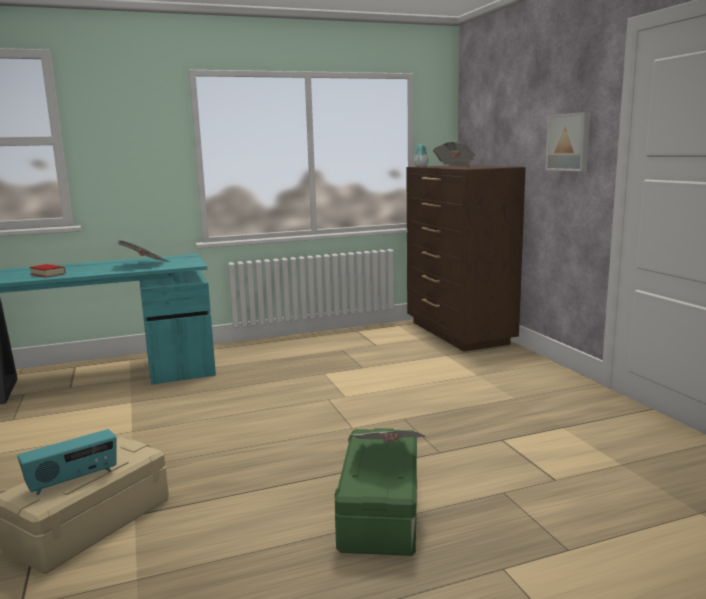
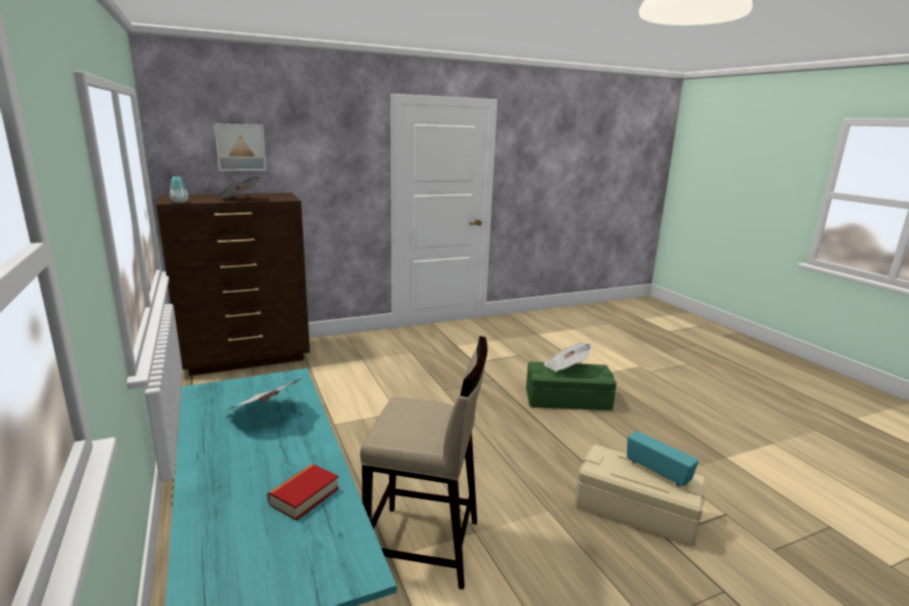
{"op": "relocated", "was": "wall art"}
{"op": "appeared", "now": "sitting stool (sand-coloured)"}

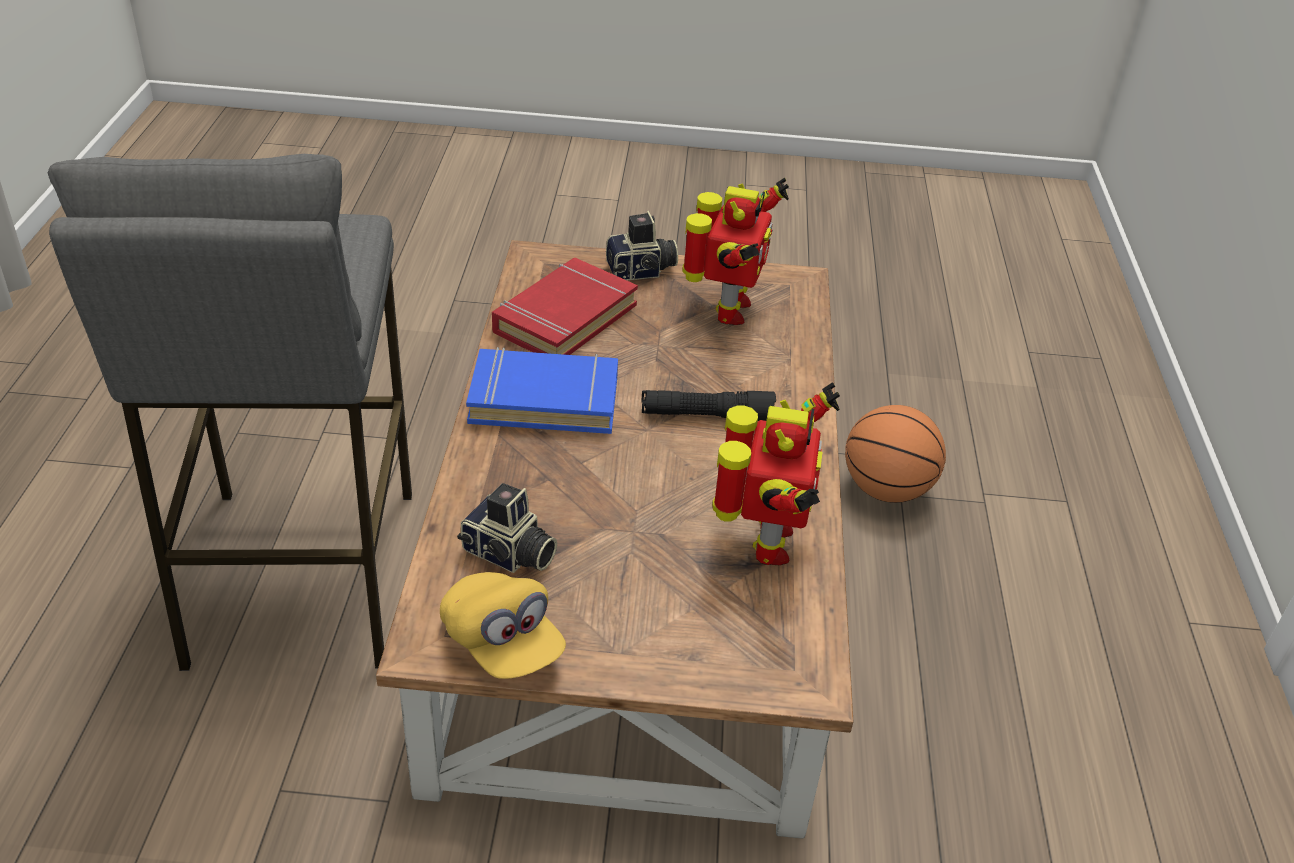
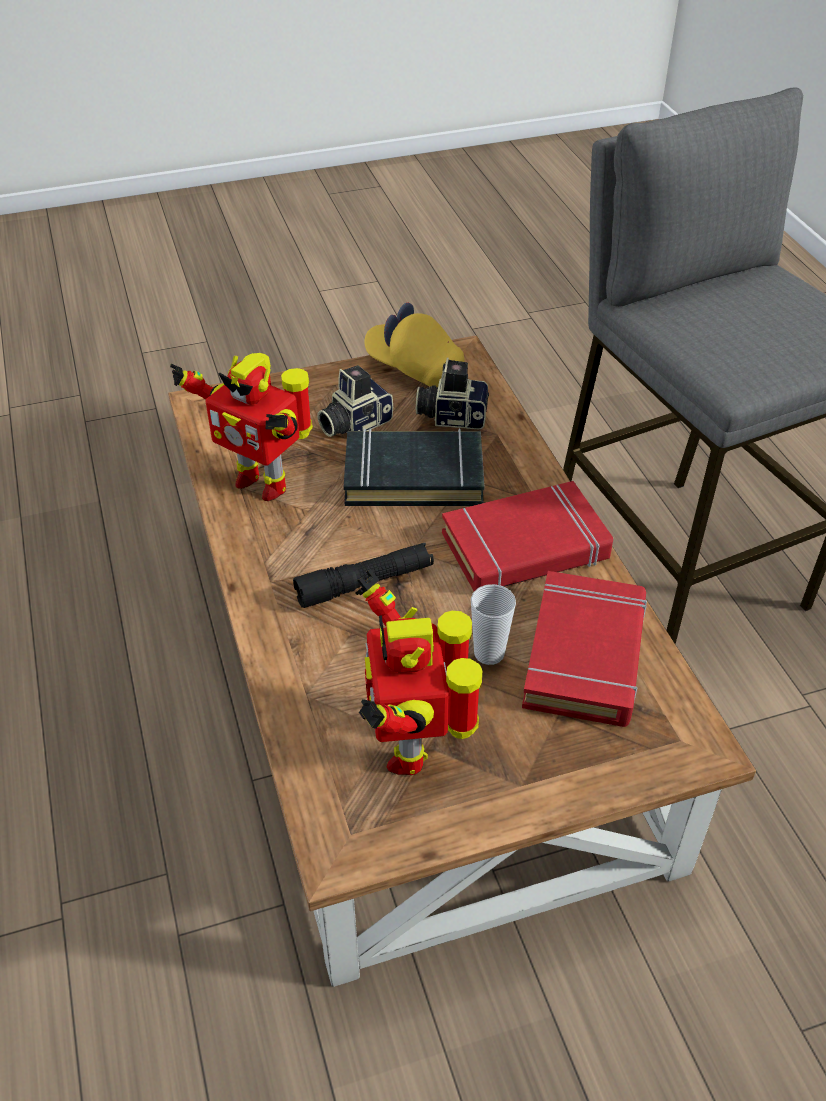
{"op": "spun", "was": "toy robot (no. 2 from left in the first image)", "clockwise": -45}
{"op": "relocated", "was": "still camera (no. 2 from left in the first image)", "now": "still camera (no. 1 from left)"}
{"op": "appeared", "now": "bound book (blackish)"}
{"op": "colour", "was": "bound book (bluish)", "now": "bound book (red-coloured) (no. 1 from left)"}
{"op": "appeared", "now": "drinking cup"}
{"op": "missing", "was": "basketball"}

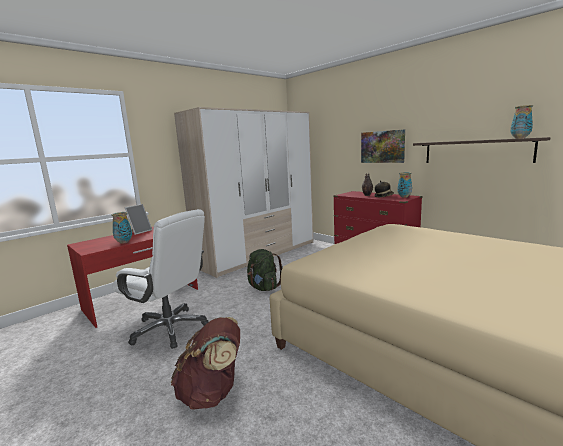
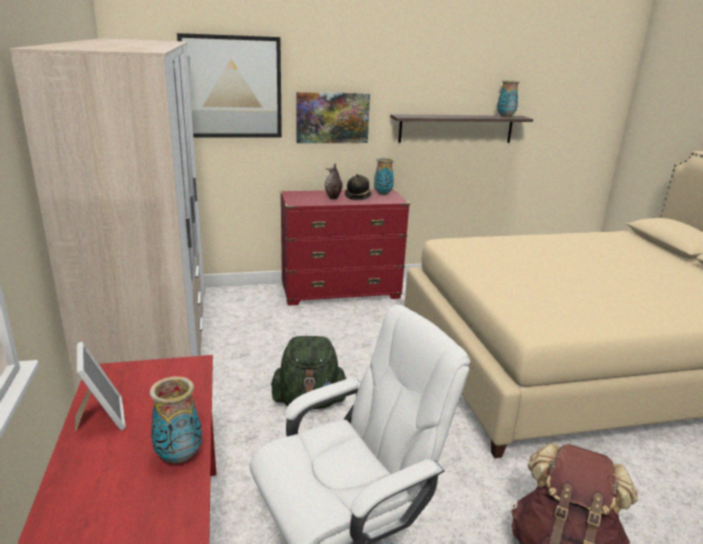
{"op": "appeared", "now": "wall art (no. 1 from left)"}

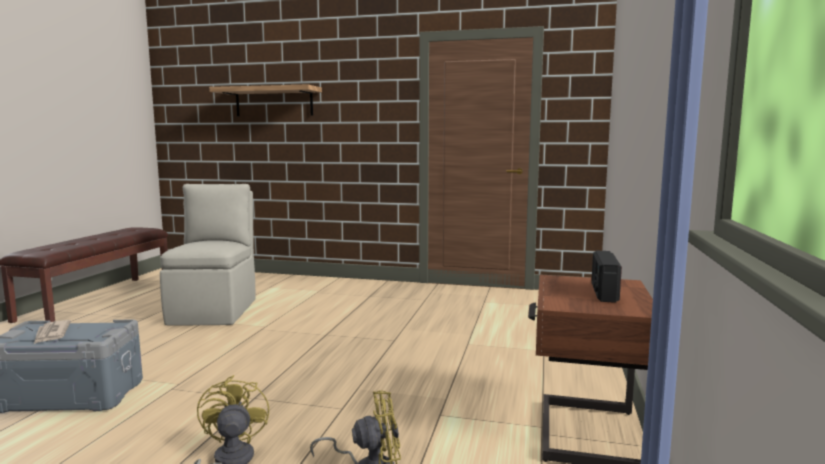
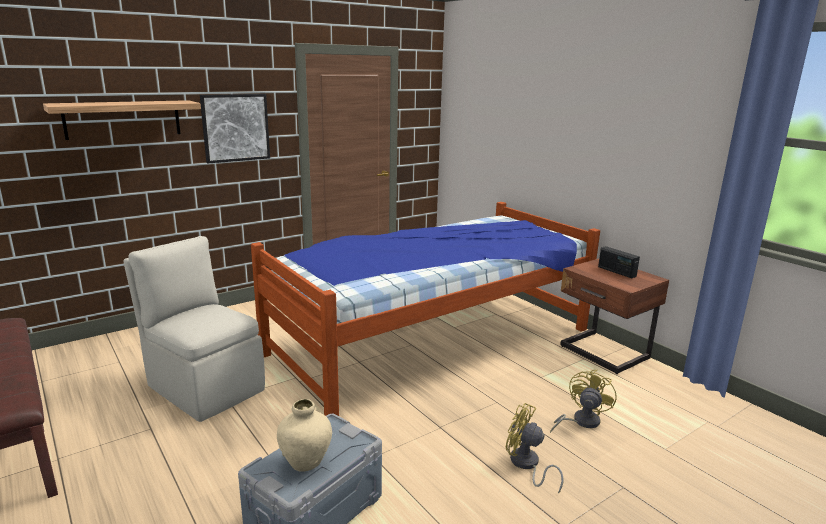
{"op": "appeared", "now": "wall art"}
{"op": "appeared", "now": "bed"}
{"op": "exchanged", "was": "newspaper", "now": "decorative vase (sand-coloured)"}

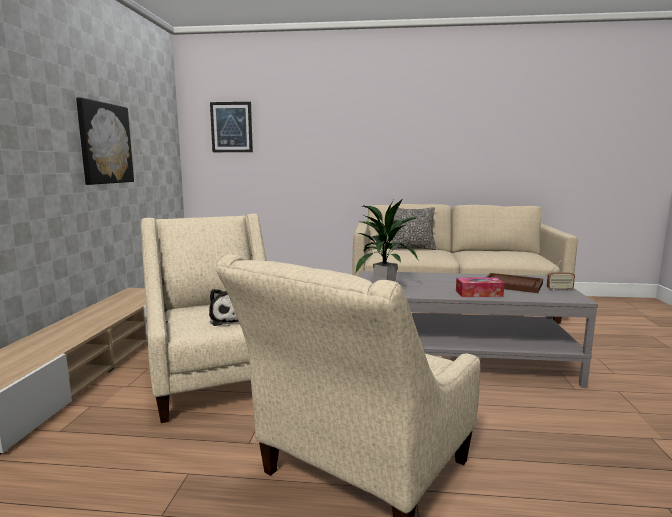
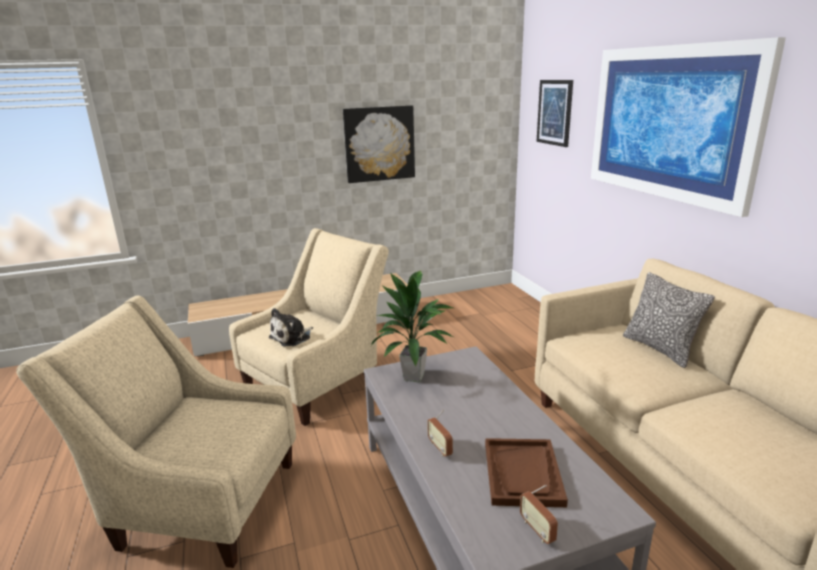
{"op": "exchanged", "was": "box of tissues", "now": "radio (no. 1 from left)"}
{"op": "appeared", "now": "wall art (no. 3 from left)"}

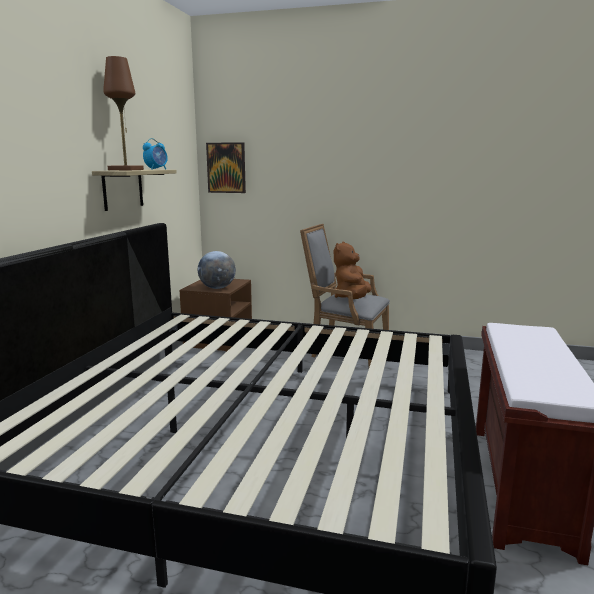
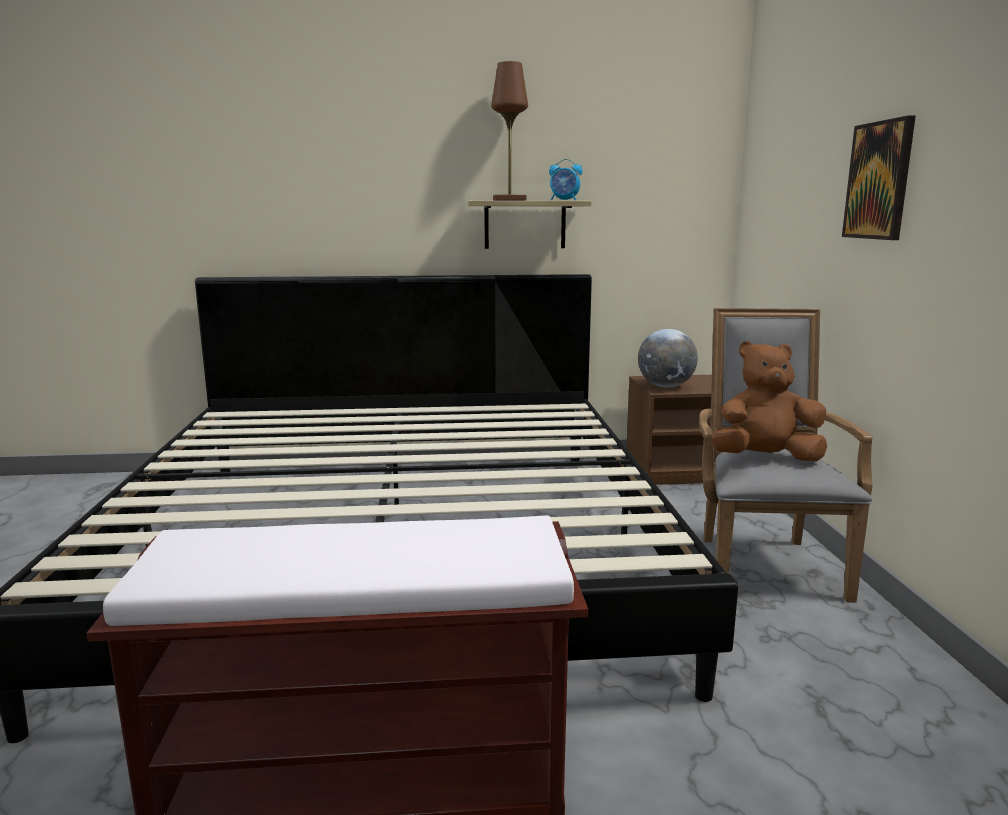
{"op": "relocated", "was": "wall art"}

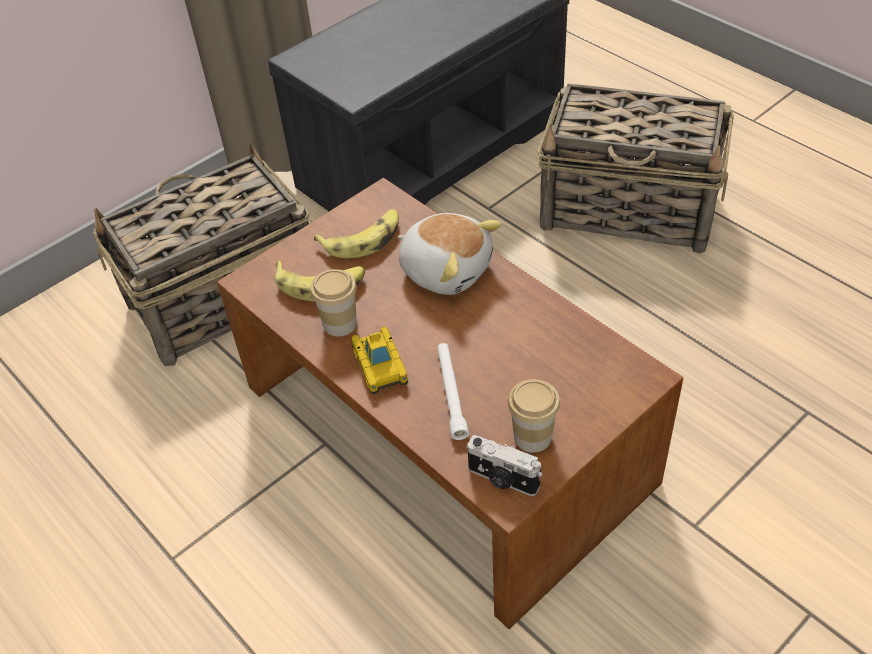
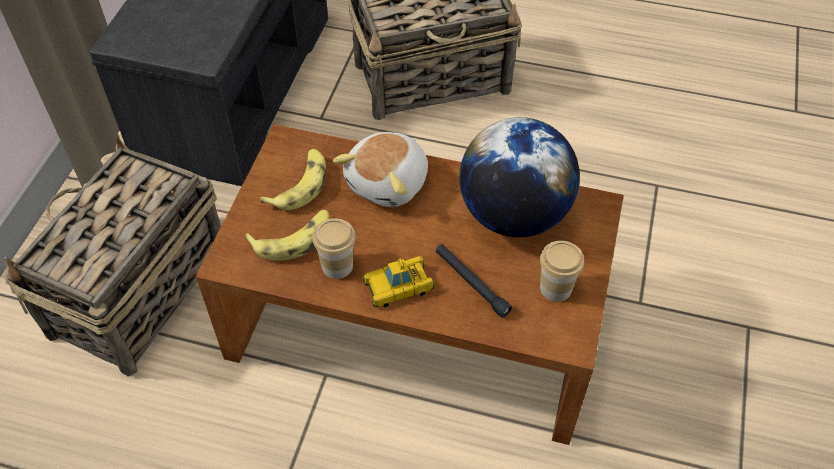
{"op": "spun", "was": "plush toy", "clockwise": 120}
{"op": "spun", "was": "miniature car", "clockwise": 120}
{"op": "colour", "was": "torch (whitish)", "now": "torch (blackish)"}
{"op": "appeared", "now": "desk globe"}
{"op": "missing", "was": "still camera"}

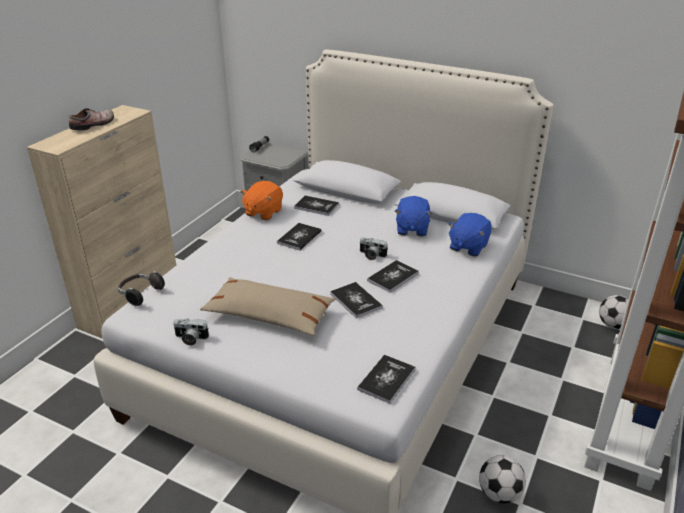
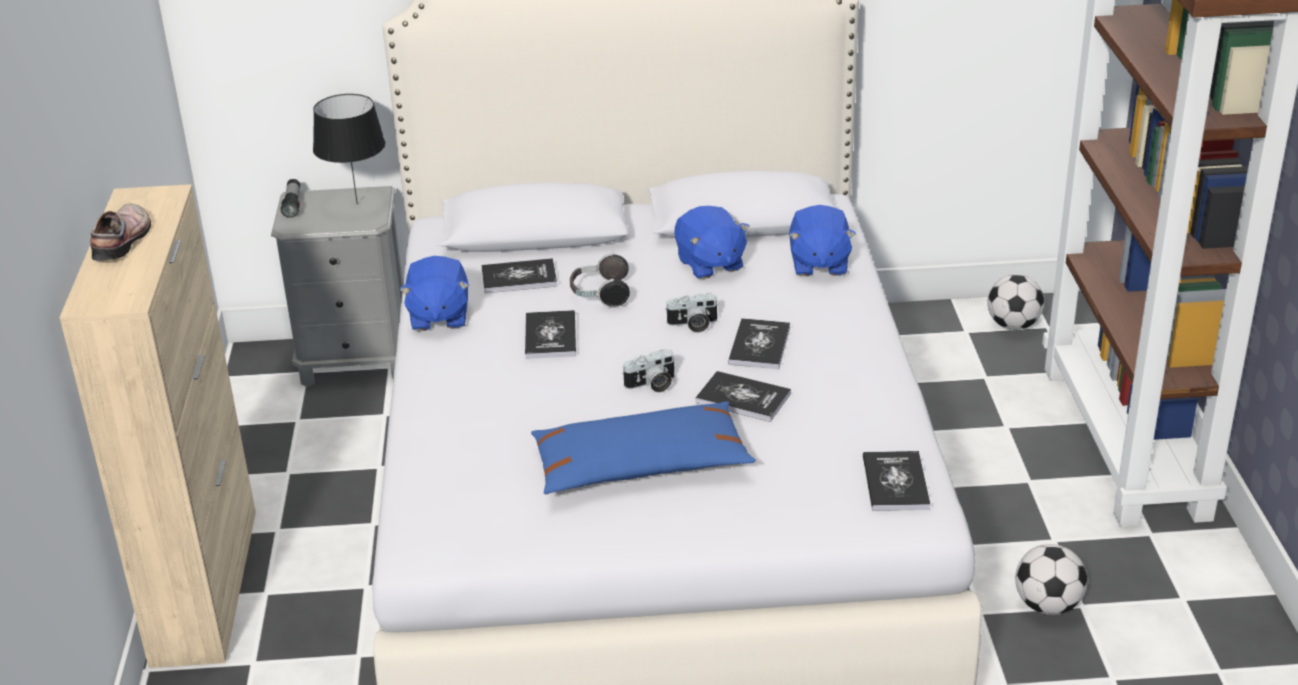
{"op": "appeared", "now": "table lamp (blackish)"}
{"op": "colour", "was": "plush toy (orange)", "now": "plush toy (bluish) (no. 1 from left)"}
{"op": "colour", "was": "throw pillow (sand-coloured)", "now": "throw pillow (bluish)"}
{"op": "relocated", "was": "pair of headphones"}
{"op": "relocated", "was": "still camera (no. 1 from left)"}

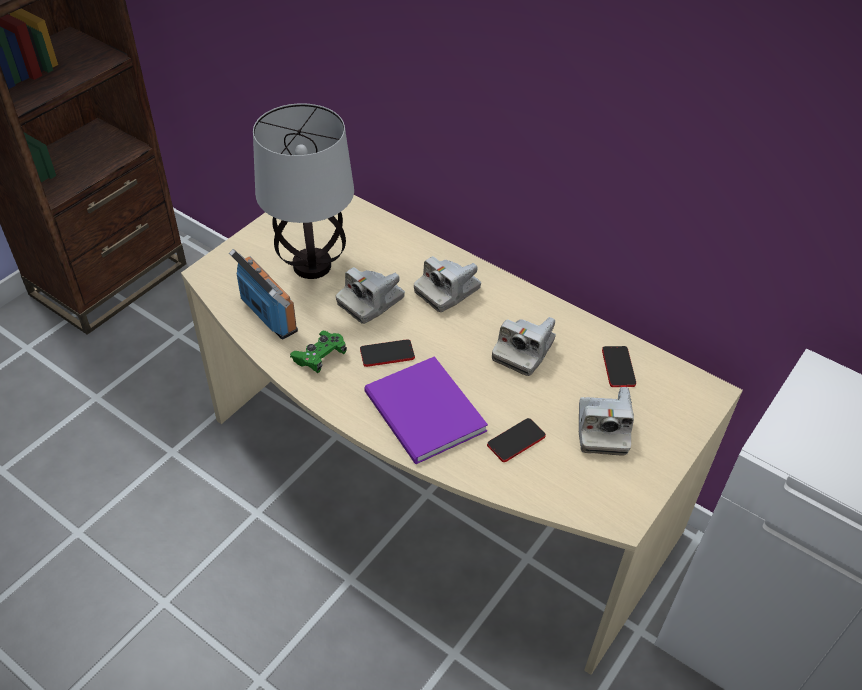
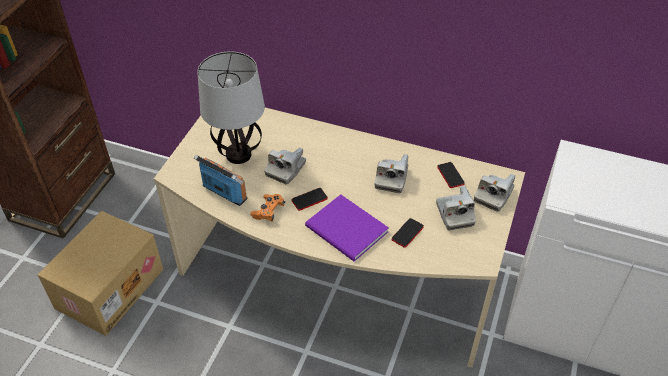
{"op": "appeared", "now": "carton"}
{"op": "colour", "was": "gamepad (green-coloured)", "now": "gamepad (orange)"}
{"op": "relocated", "was": "still camera (no. 2 from left in the first image)", "now": "still camera (no. 4 from left)"}

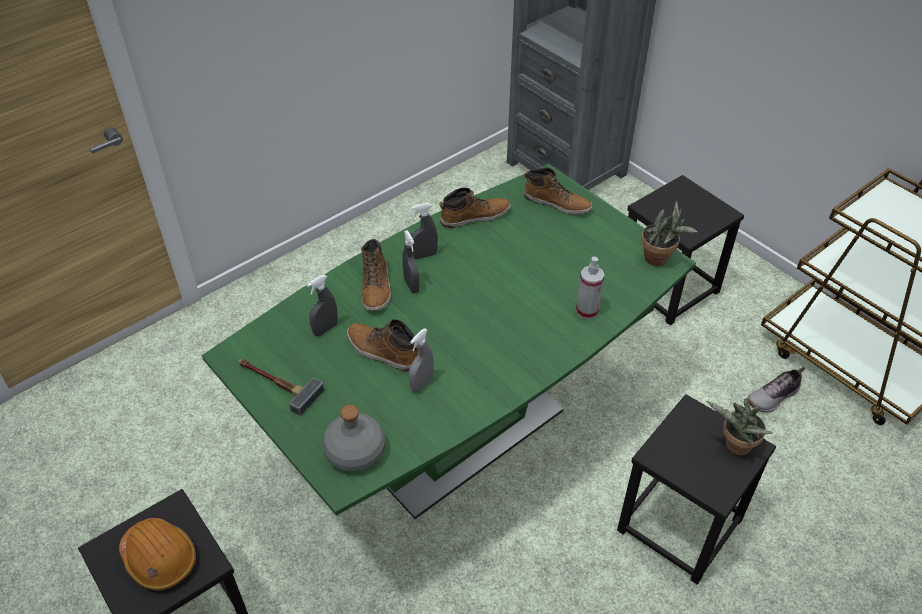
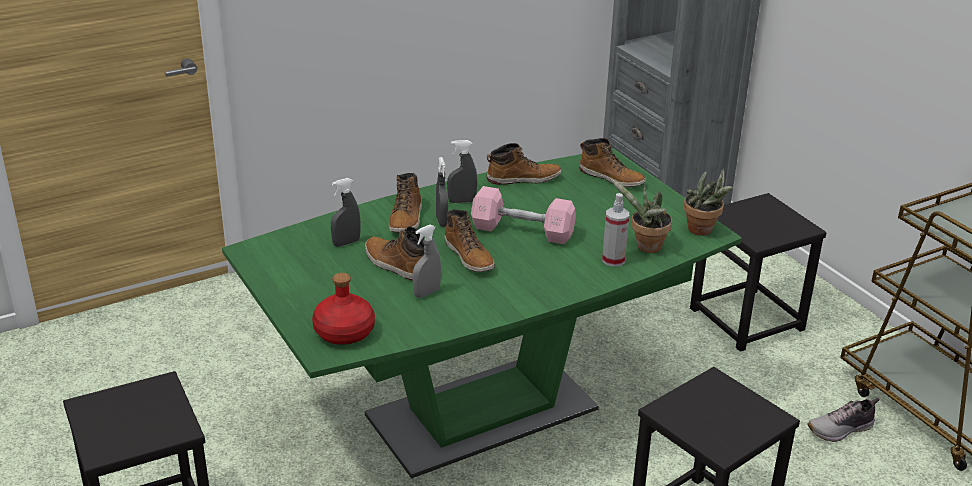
{"op": "colour", "was": "bottle (grey)", "now": "bottle (red-coloured)"}
{"op": "appeared", "now": "high-top boot (no. 3 from left)"}
{"op": "appeared", "now": "hand weight (pink)"}
{"op": "relocated", "was": "potted plant (no. 2 from left in the first image)", "now": "potted plant (no. 1 from left)"}
{"op": "missing", "was": "hard hat (orange)"}
{"op": "missing", "was": "hammer"}

